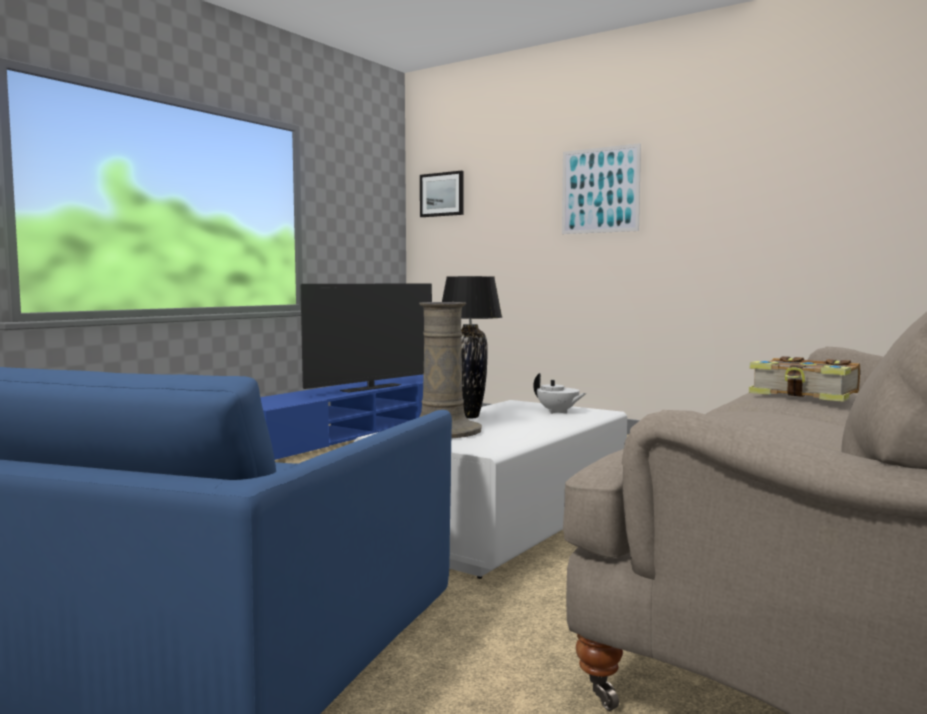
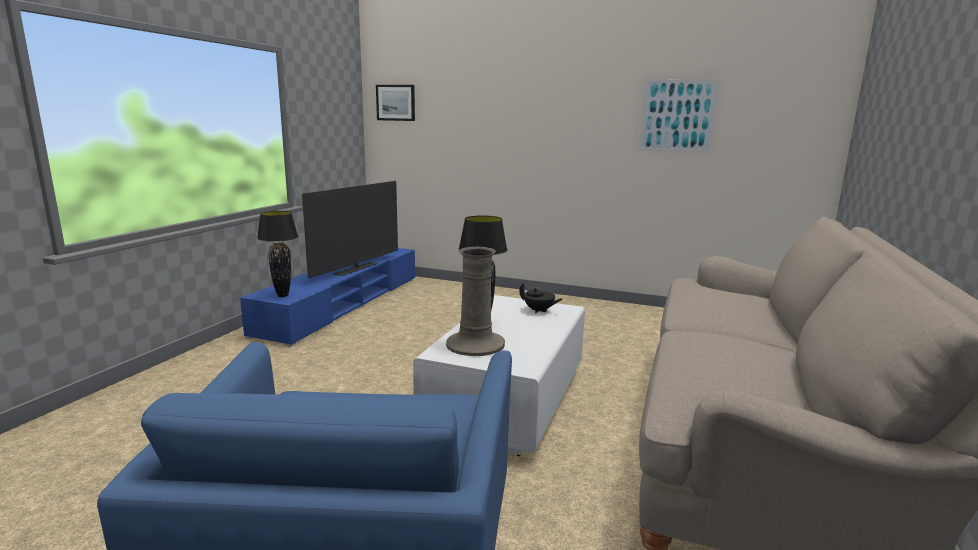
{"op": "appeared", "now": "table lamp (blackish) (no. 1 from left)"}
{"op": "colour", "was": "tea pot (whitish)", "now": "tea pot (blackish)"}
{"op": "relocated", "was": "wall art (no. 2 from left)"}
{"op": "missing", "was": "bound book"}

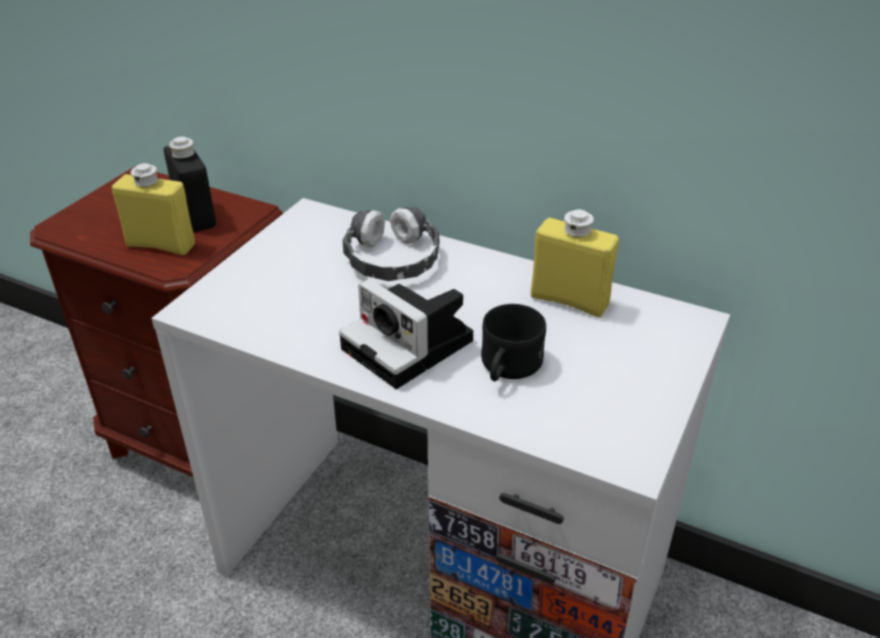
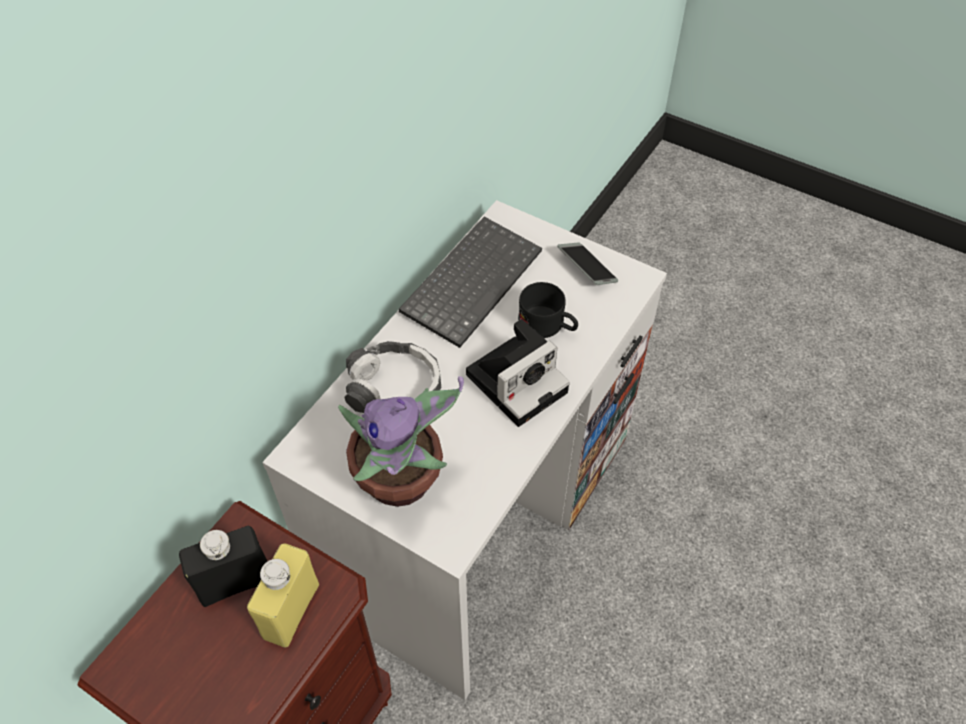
{"op": "appeared", "now": "potted plant"}
{"op": "exchanged", "was": "bottle (yellow) (no. 2 from left)", "now": "PC keyboard"}
{"op": "appeared", "now": "handset"}

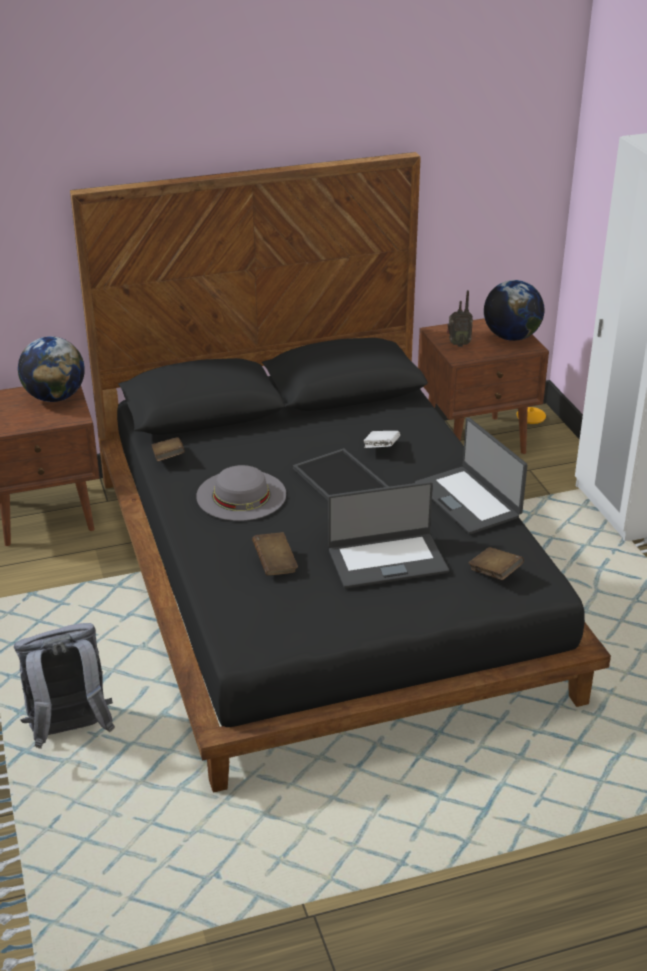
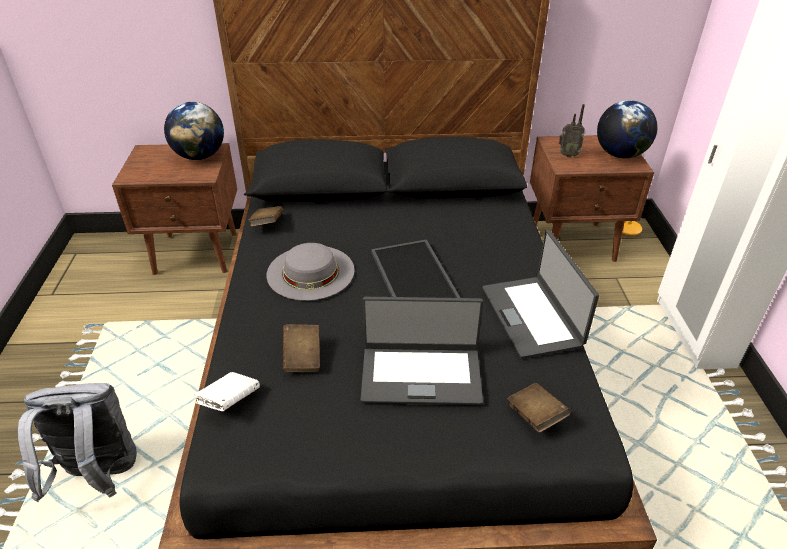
{"op": "relocated", "was": "bound book (whitish)"}

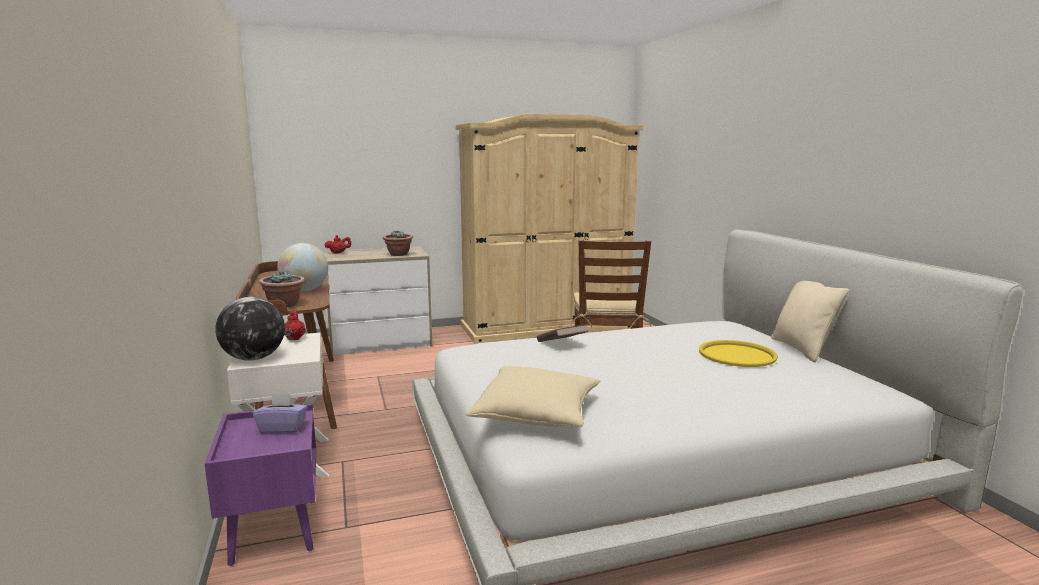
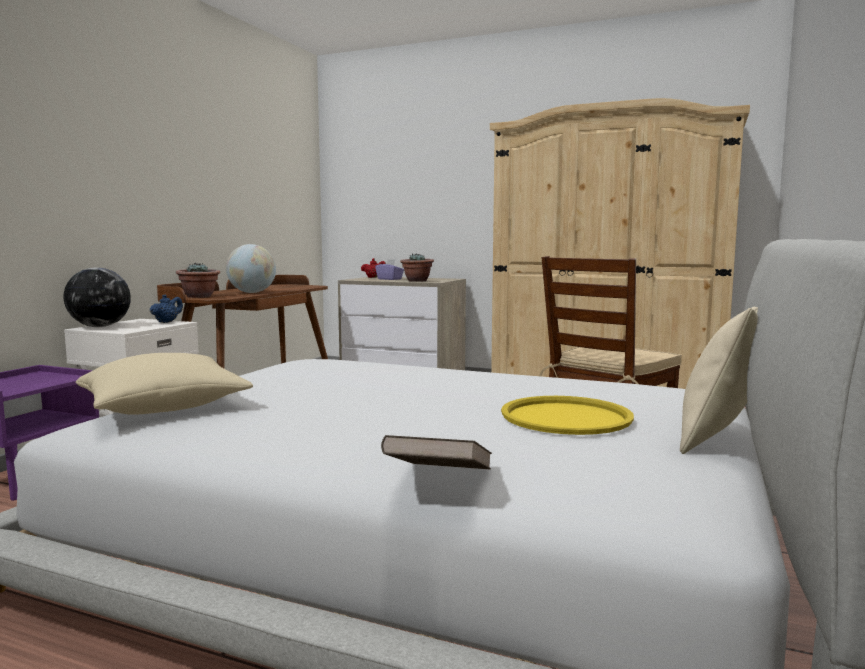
{"op": "colour", "was": "tea pot (red-coloured) (no. 1 from left)", "now": "tea pot (bluish)"}
{"op": "relocated", "was": "box of tissues (purple-coloured)"}
{"op": "relocated", "was": "bound book (brown-coloured)"}

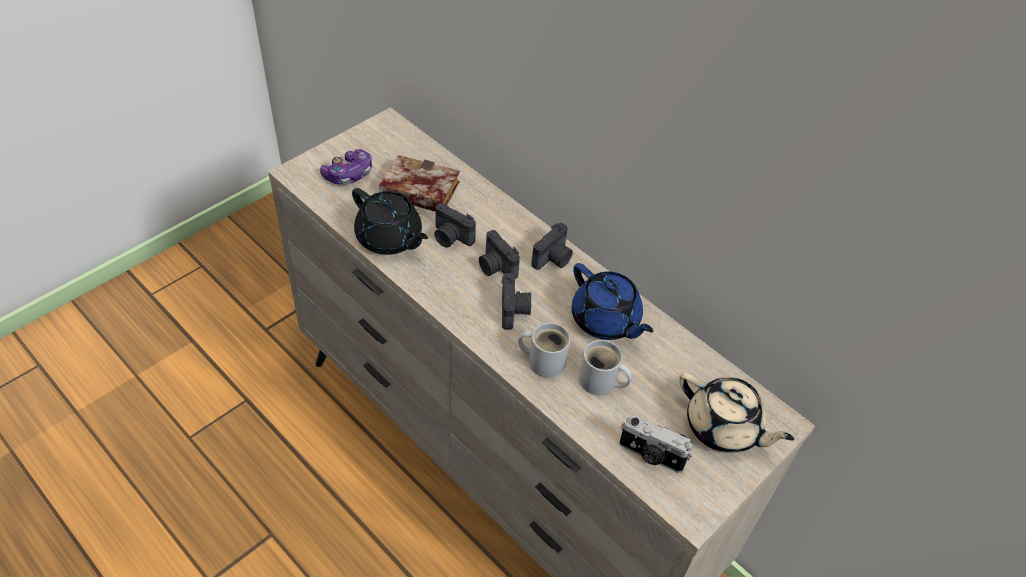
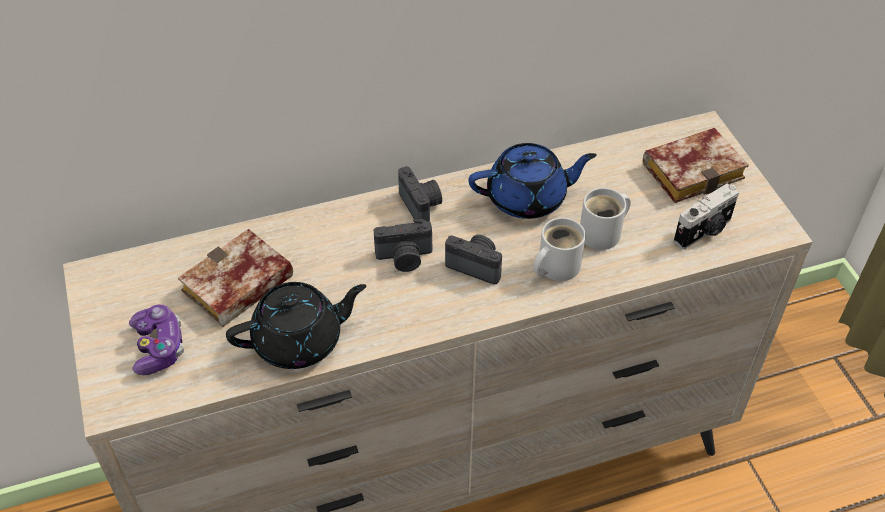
{"op": "exchanged", "was": "tea pot (sand-coloured)", "now": "bound book (no. 2 from left)"}
{"op": "missing", "was": "still camera (no. 1 from left)"}

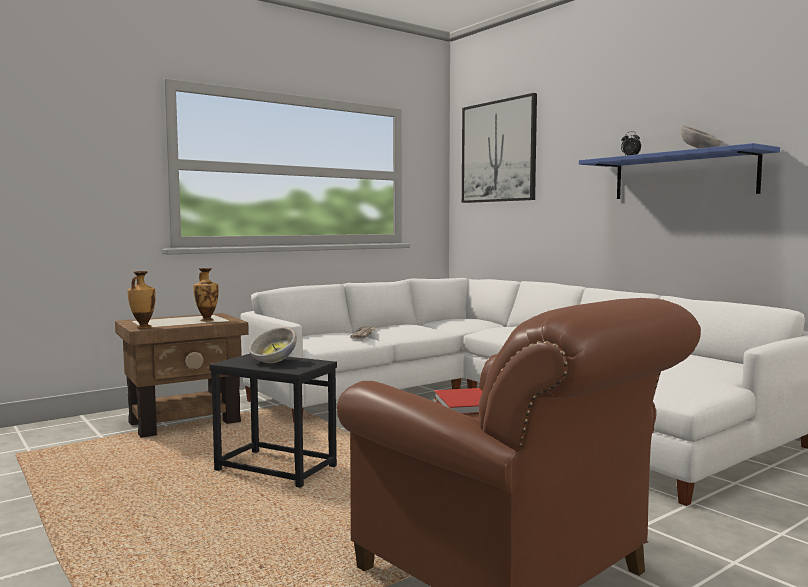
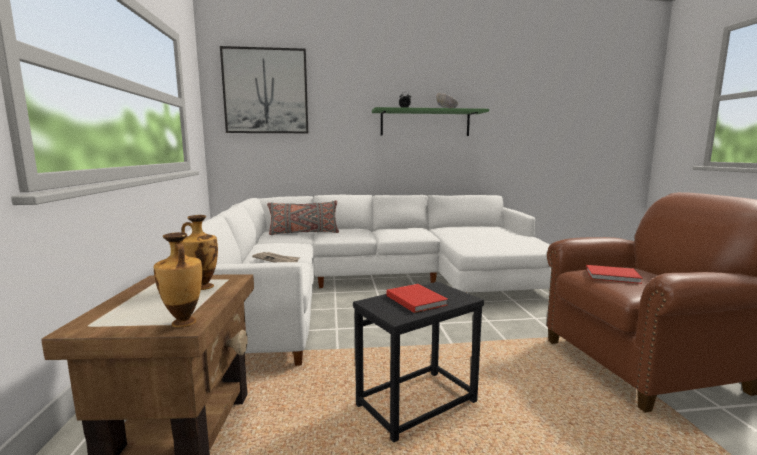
{"op": "appeared", "now": "throw pillow (grey)"}
{"op": "colour", "was": "shelf (bluish)", "now": "shelf (green-coloured)"}
{"op": "exchanged", "was": "serving bowl (no. 1 from left)", "now": "bound book (red-coloured) (no. 1 from left)"}

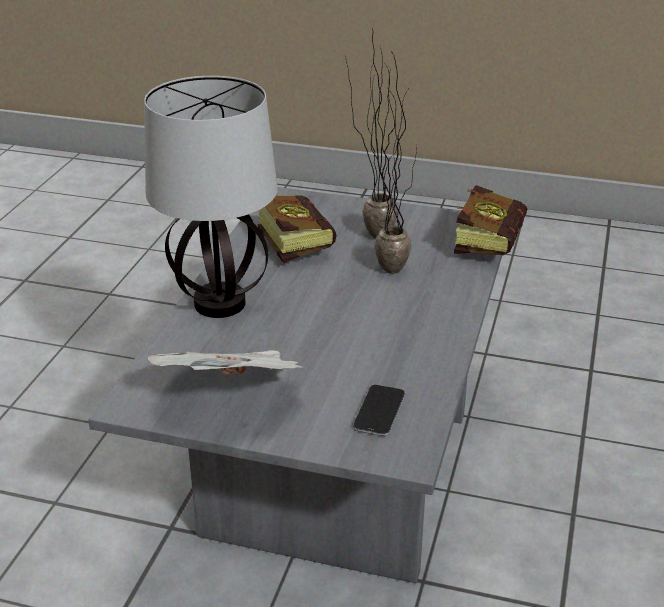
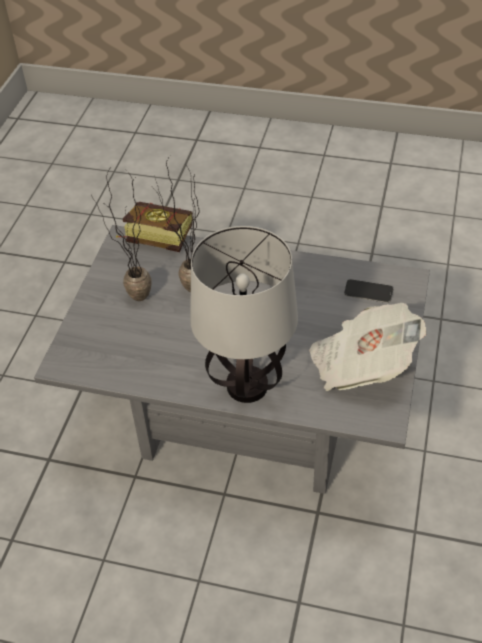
{"op": "missing", "was": "bound book (no. 1 from left)"}

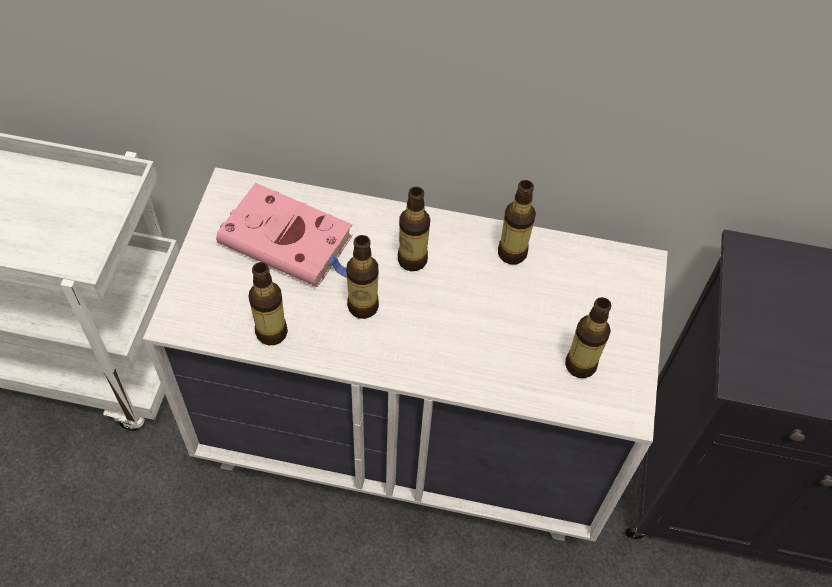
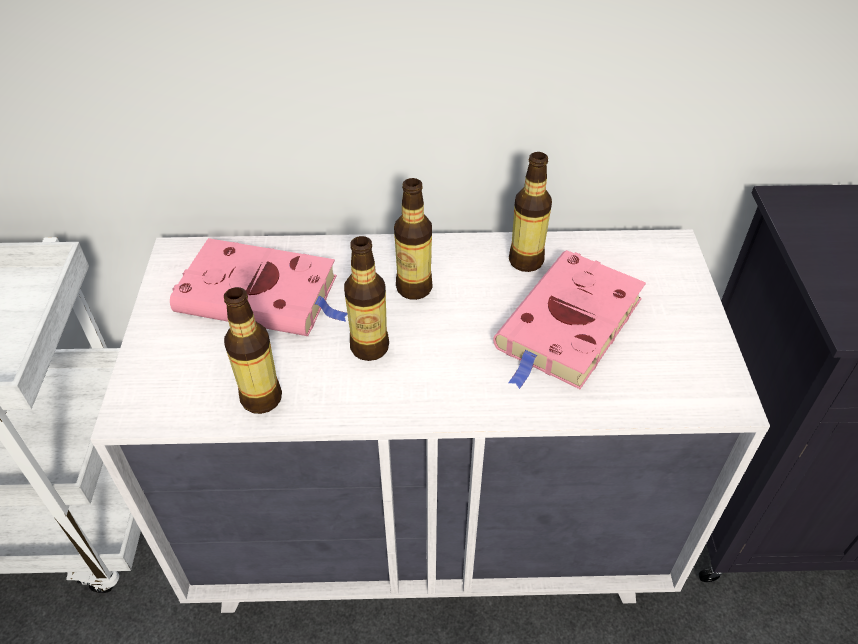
{"op": "appeared", "now": "bound book (pink) (no. 2 from left)"}
{"op": "missing", "was": "bottle (no. 5 from left)"}

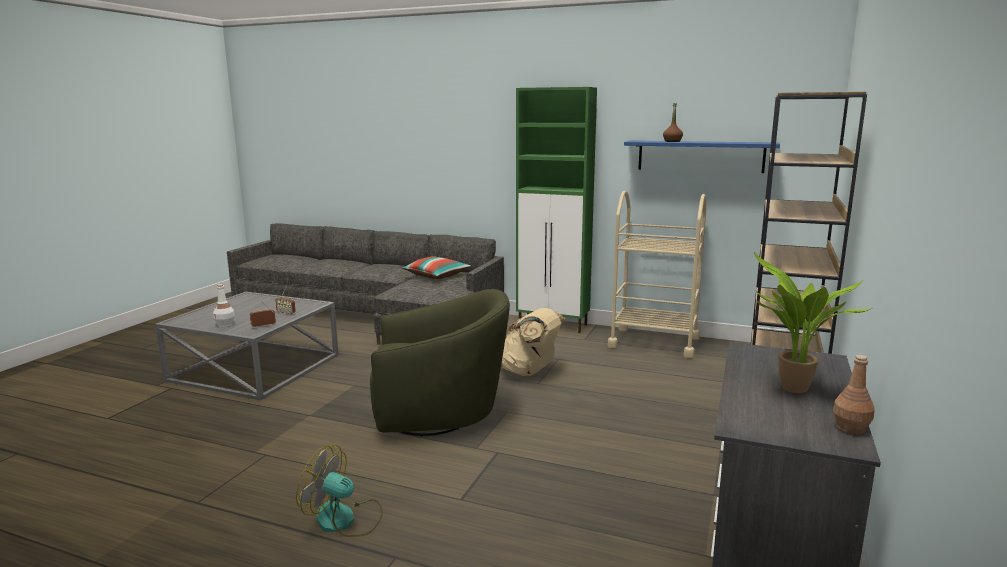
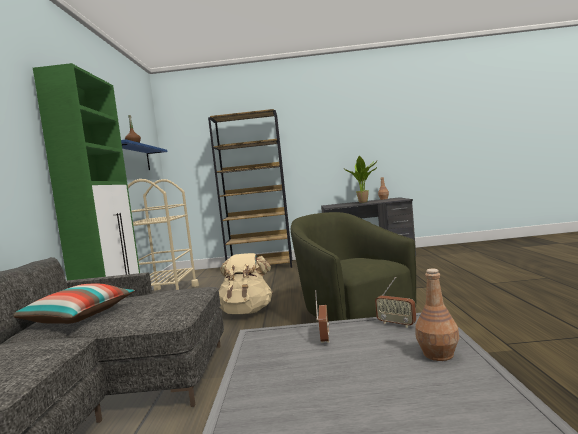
{"op": "colour", "was": "bottle (whitish)", "now": "bottle (brown-coloured) (no. 3 from left)"}
{"op": "missing", "was": "electric fan"}

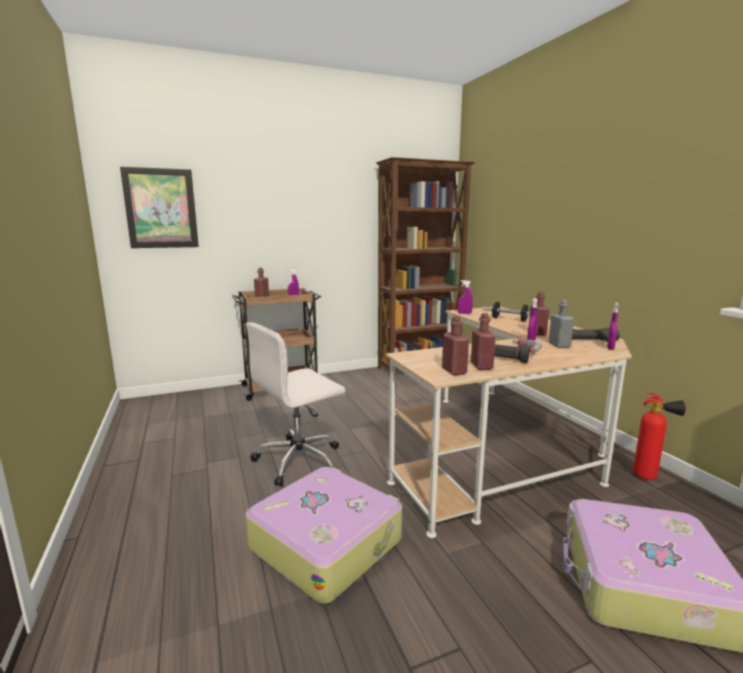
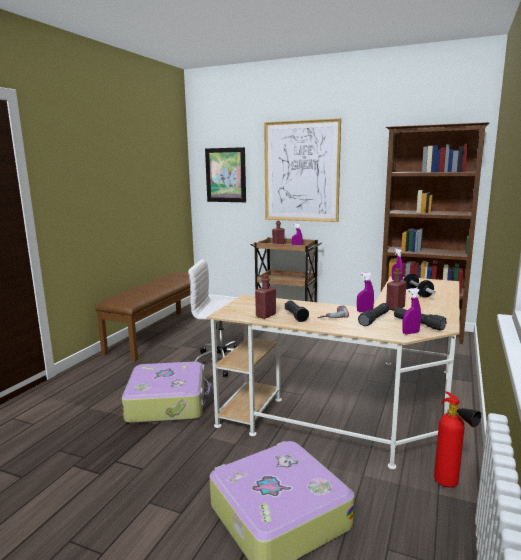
{"op": "appeared", "now": "bench (brown-coloured)"}
{"op": "appeared", "now": "wall art (no. 2 from left)"}
{"op": "exchanged", "was": "bottle (grey)", "now": "torch (blackish) (no. 2 from left)"}
{"op": "missing", "was": "bottle (red-coloured) (no. 2 from left)"}

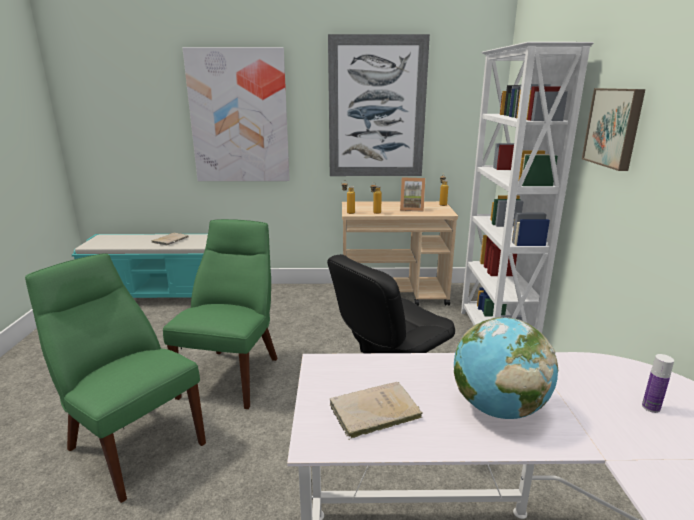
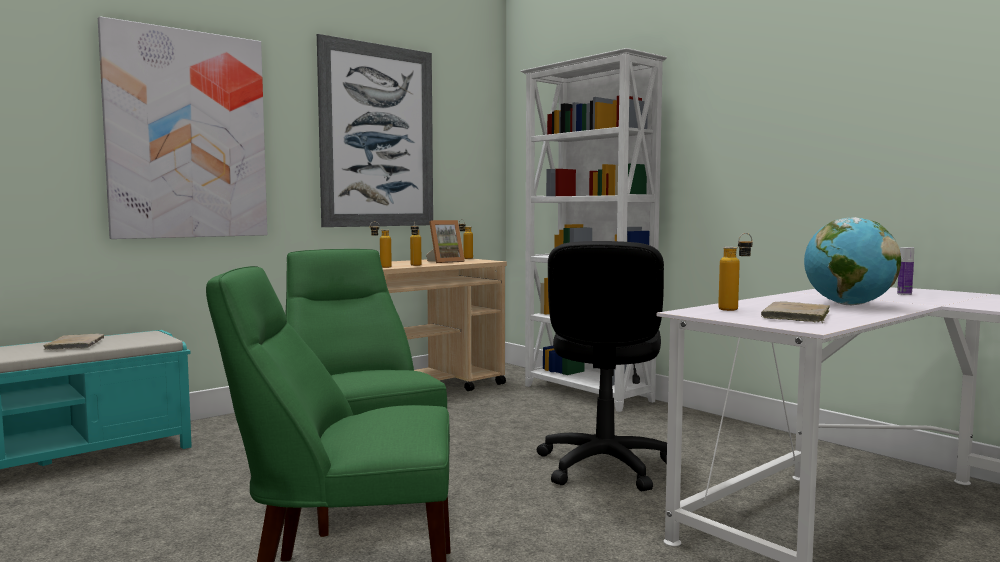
{"op": "appeared", "now": "bottle (no. 4 from left)"}
{"op": "missing", "was": "wall art (no. 3 from left)"}

